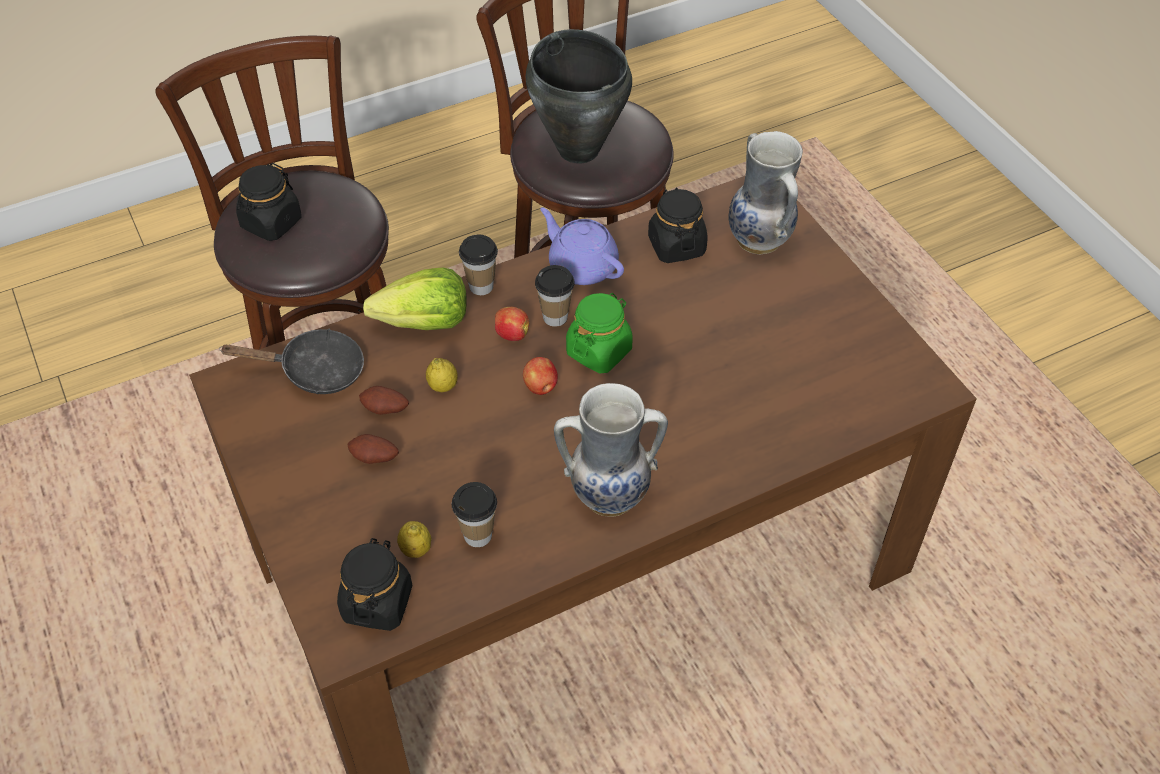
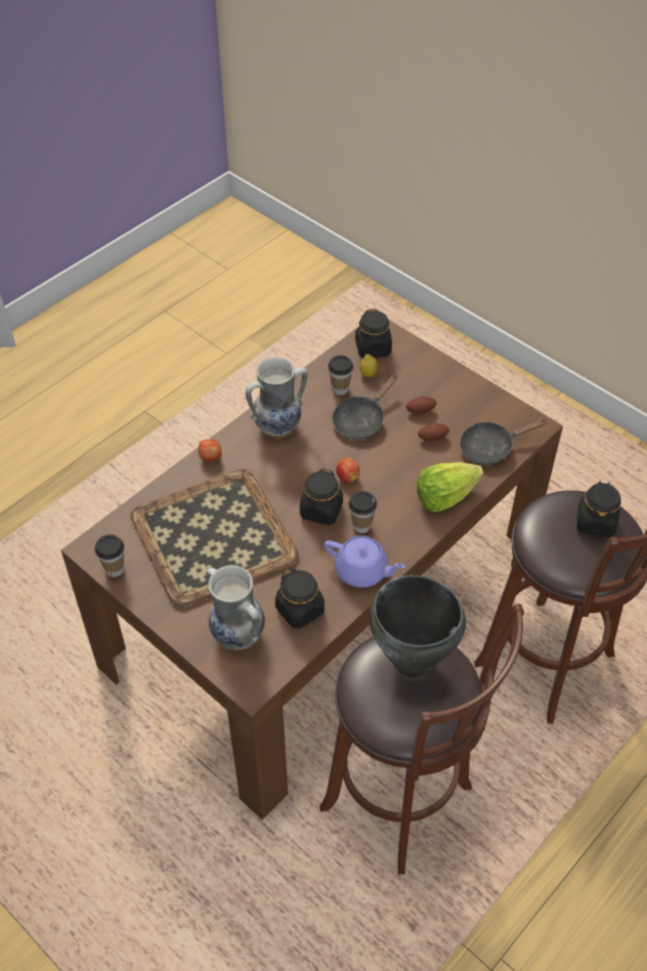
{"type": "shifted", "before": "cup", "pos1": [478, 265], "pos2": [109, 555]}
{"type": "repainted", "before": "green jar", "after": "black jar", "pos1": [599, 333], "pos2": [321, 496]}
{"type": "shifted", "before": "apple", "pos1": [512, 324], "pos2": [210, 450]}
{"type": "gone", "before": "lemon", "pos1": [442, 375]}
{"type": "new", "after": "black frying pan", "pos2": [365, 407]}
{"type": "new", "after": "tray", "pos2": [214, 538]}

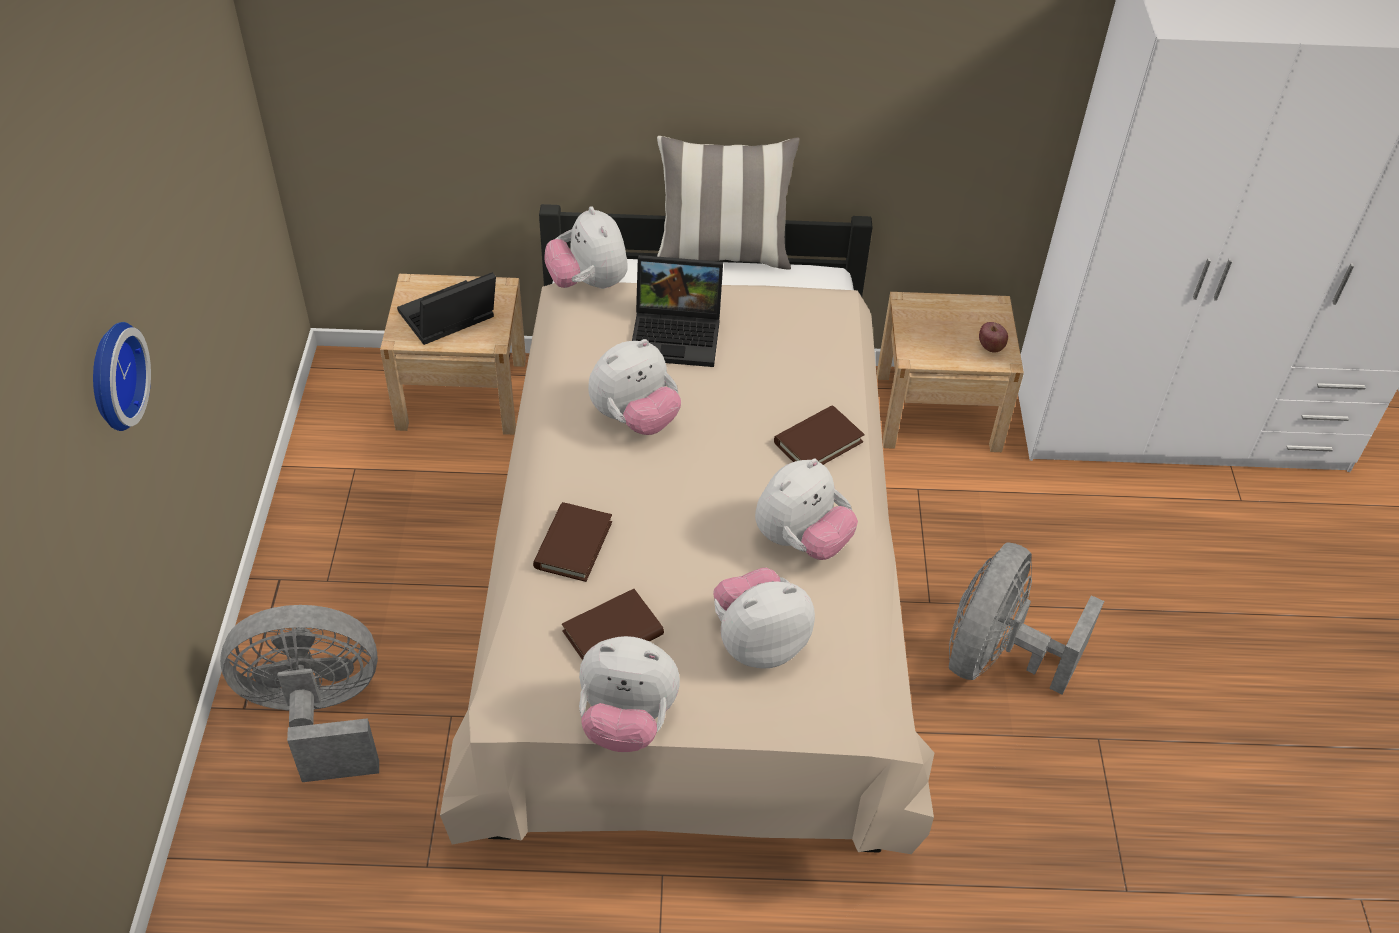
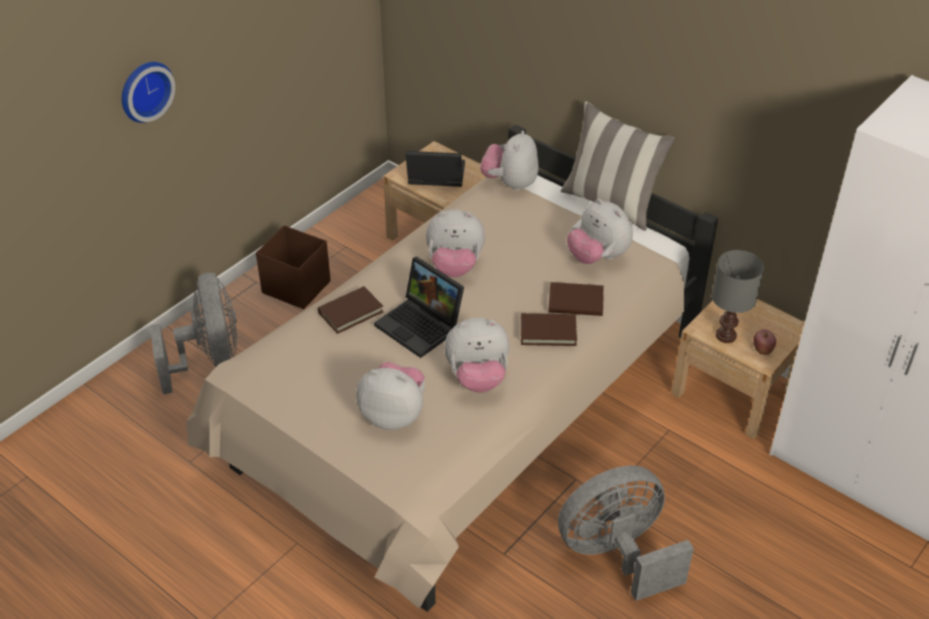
{"type": "shifted", "before": "laptop", "pos1": [677, 311], "pos2": [419, 307]}
{"type": "shifted", "before": "brown book", "pos1": [613, 624], "pos2": [576, 299]}
{"type": "rotated", "before": "grey fan", "pos1": [299, 693], "pos2": [193, 333], "turn": 45}
{"type": "shifted", "before": "plush toy", "pos1": [629, 694], "pos2": [600, 231]}
{"type": "new", "after": "brown storage box", "pos2": [293, 267]}
{"type": "new", "after": "grey table lamp", "pos2": [738, 296]}

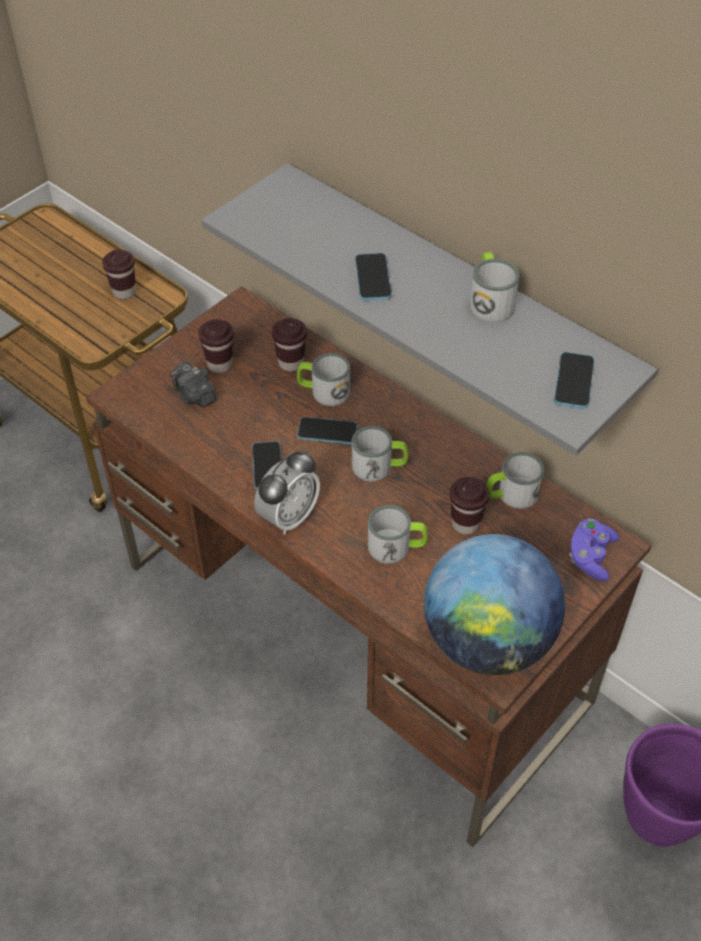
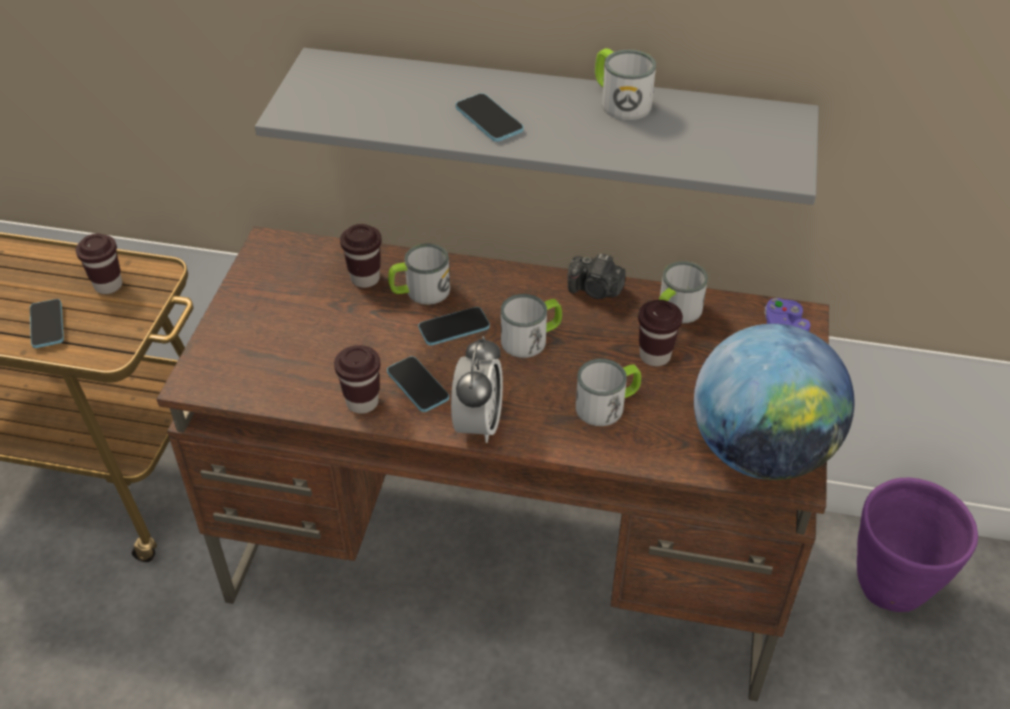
{"type": "shifted", "before": "brown cup", "pos1": [216, 346], "pos2": [357, 379]}
{"type": "shifted", "before": "phone", "pos1": [574, 380], "pos2": [47, 323]}
{"type": "shifted", "before": "photo camera", "pos1": [193, 384], "pos2": [596, 276]}

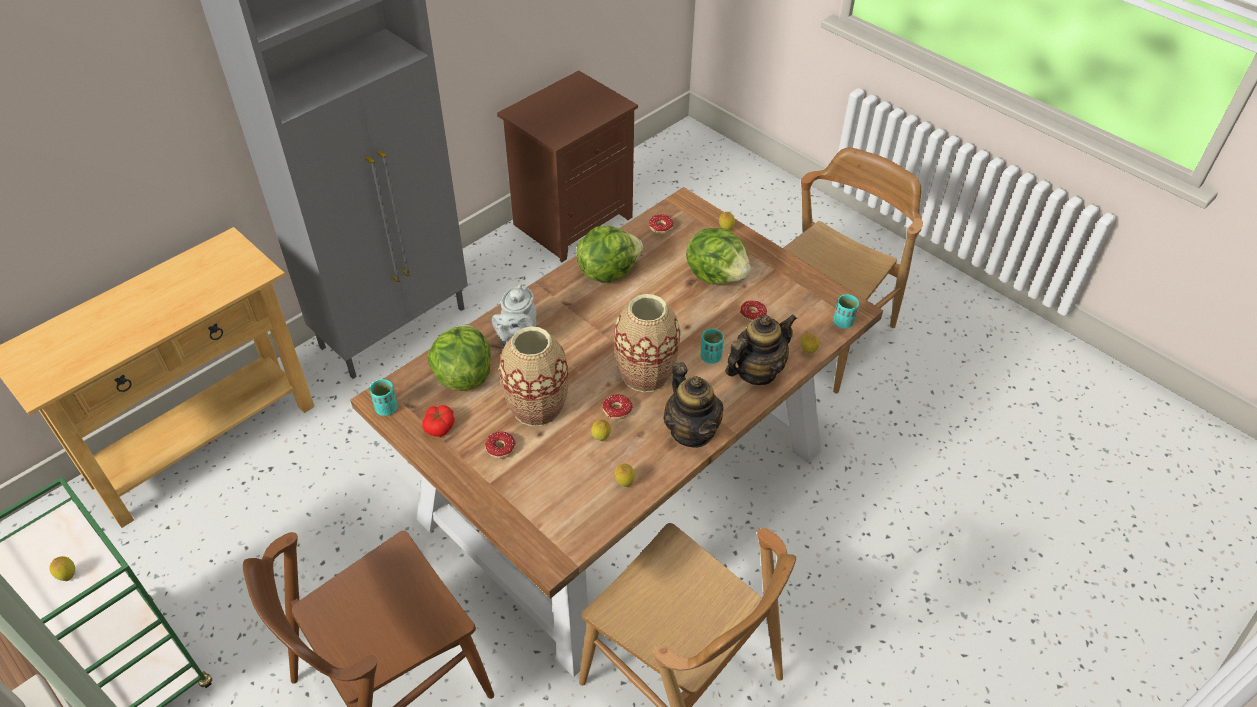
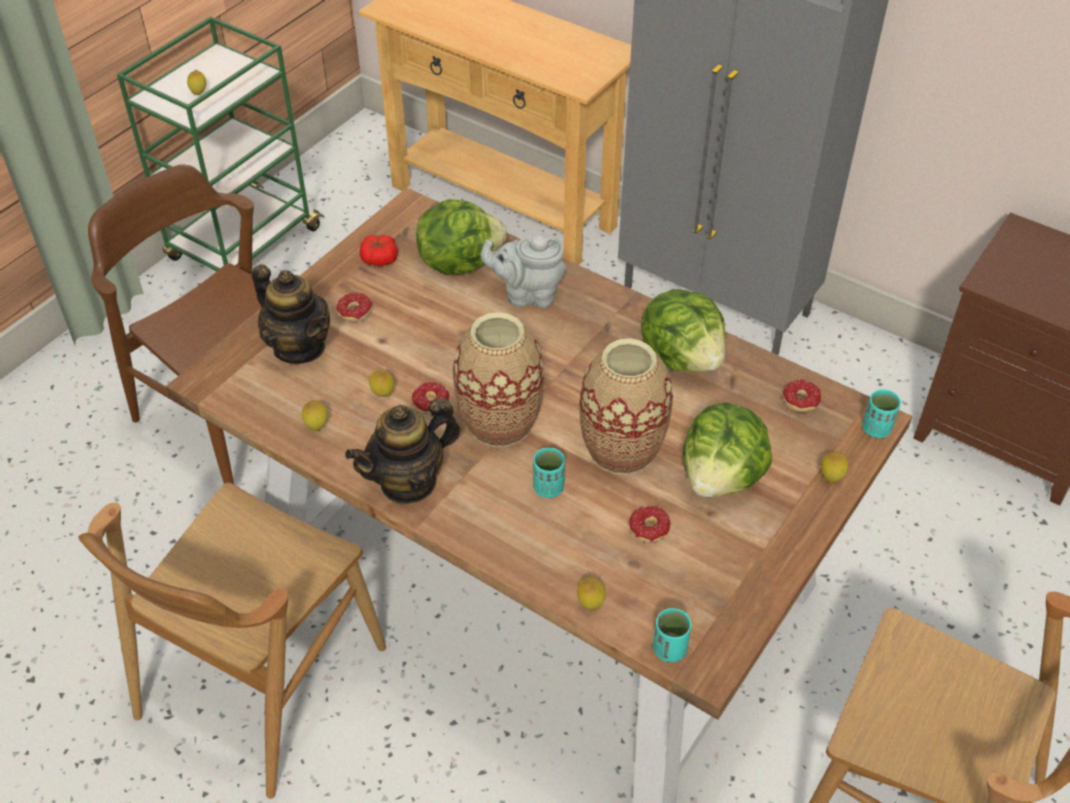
{"type": "shifted", "before": "teapot", "pos1": [761, 349], "pos2": [291, 314]}
{"type": "shifted", "before": "vase", "pos1": [534, 376], "pos2": [626, 406]}
{"type": "shifted", "before": "turquoise cup", "pos1": [383, 397], "pos2": [881, 413]}

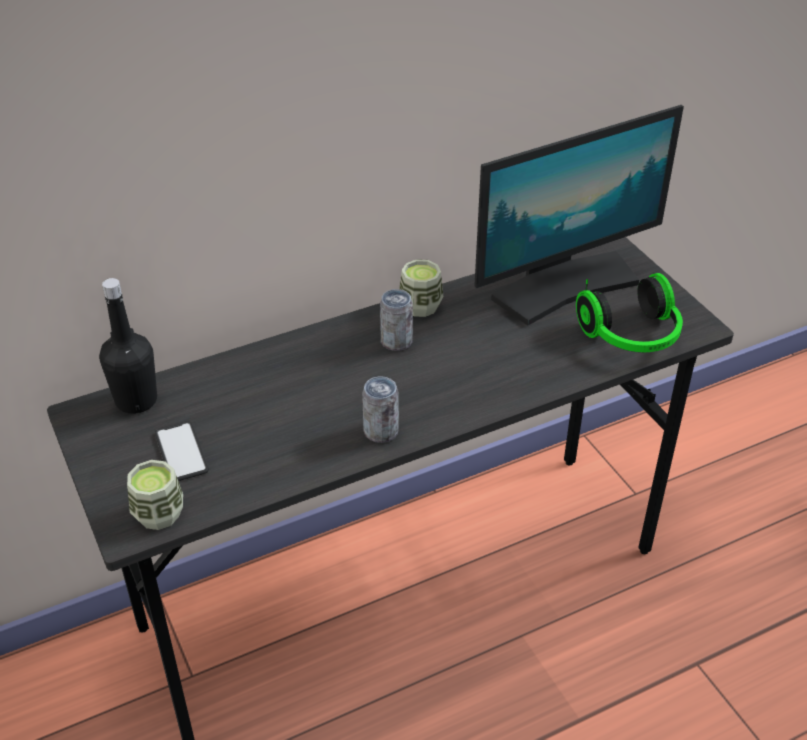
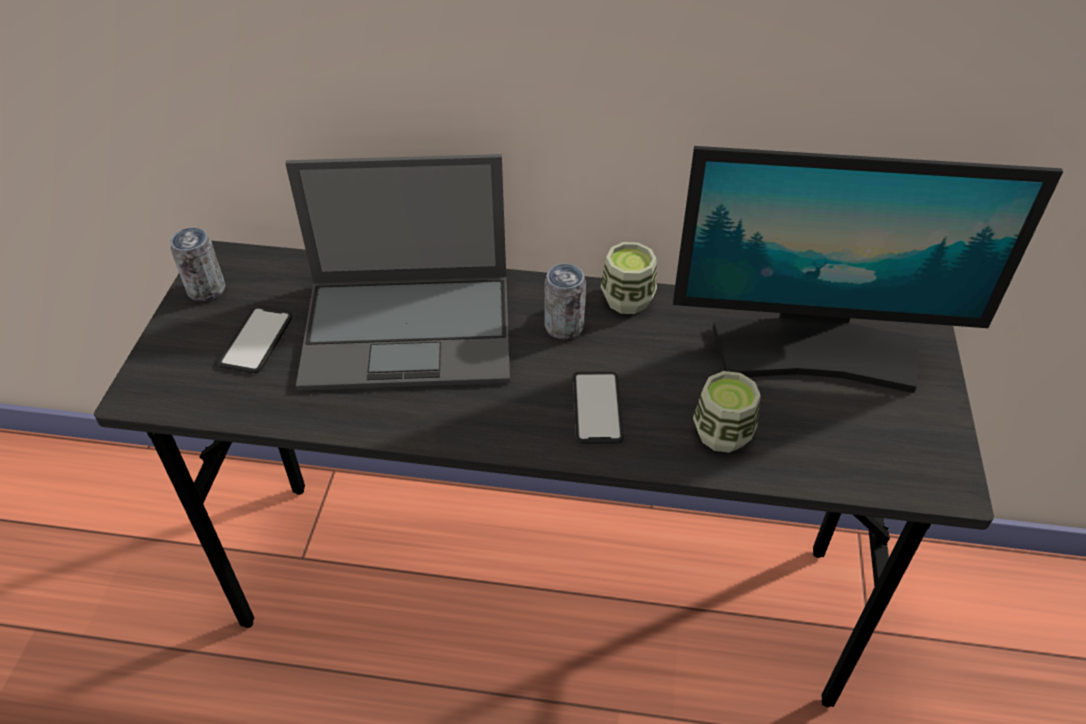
{"type": "gone", "before": "headphones", "pos1": [629, 312]}
{"type": "gone", "before": "black bottle", "pos1": [128, 346]}
{"type": "shifted", "before": "can", "pos1": [380, 409], "pos2": [198, 264]}
{"type": "shifted", "before": "cup", "pos1": [155, 495], "pos2": [727, 412]}
{"type": "new", "after": "laptop", "pos2": [397, 272]}
{"type": "new", "after": "phone", "pos2": [598, 407]}

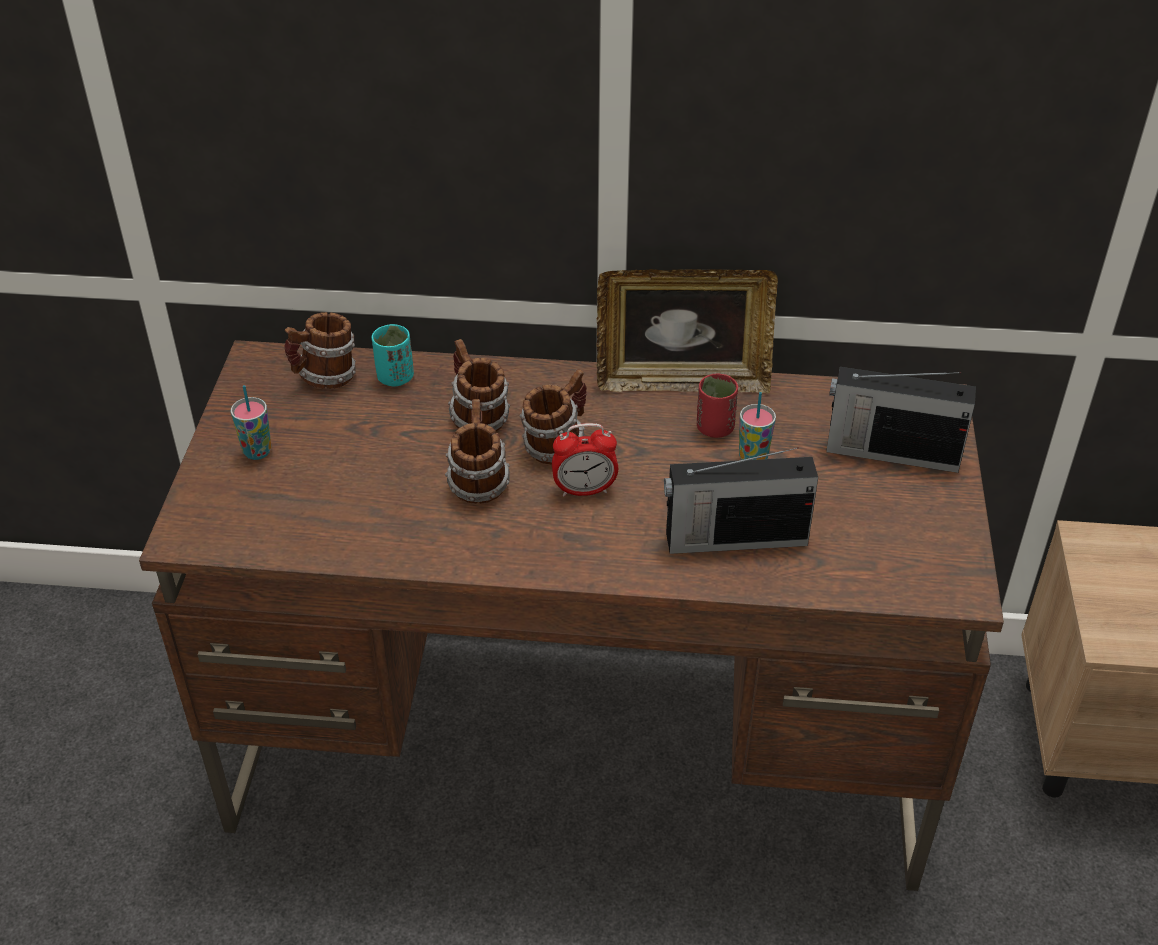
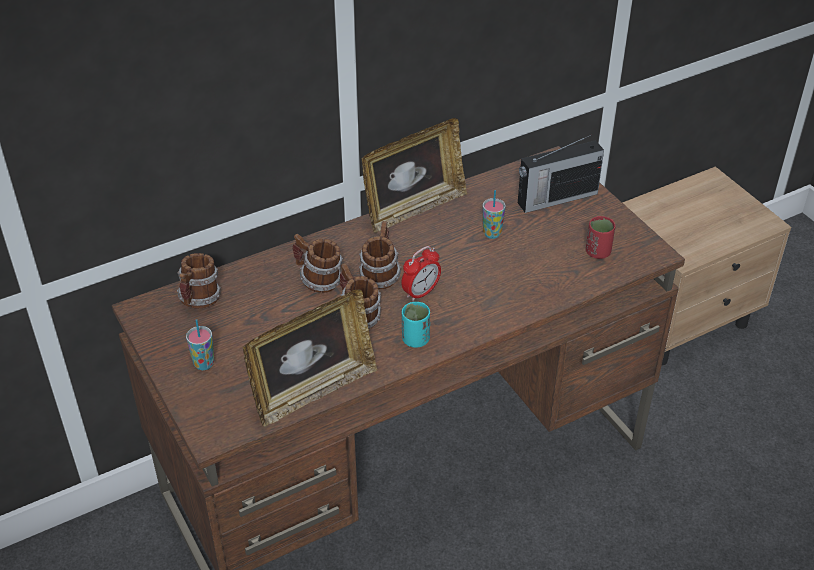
{"type": "shifted", "before": "turquoise cup", "pos1": [393, 355], "pos2": [416, 325]}
{"type": "shifted", "before": "red cup", "pos1": [718, 405], "pos2": [600, 237]}
{"type": "gone", "before": "radio", "pos1": [741, 500]}
{"type": "new", "after": "picture frame", "pos2": [310, 358]}

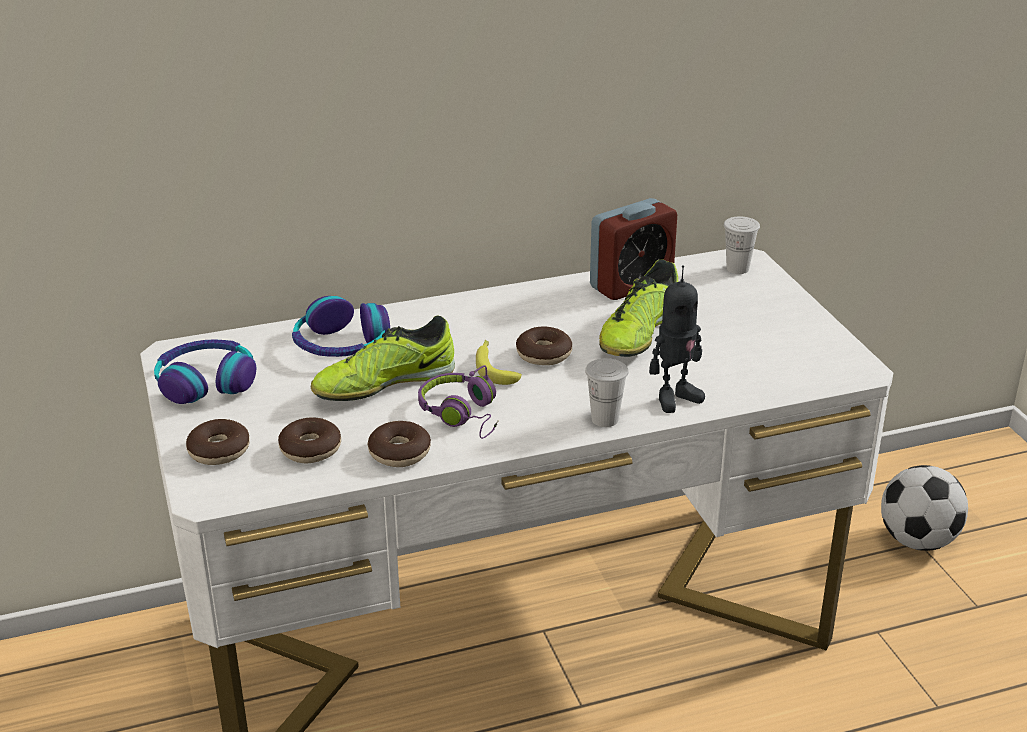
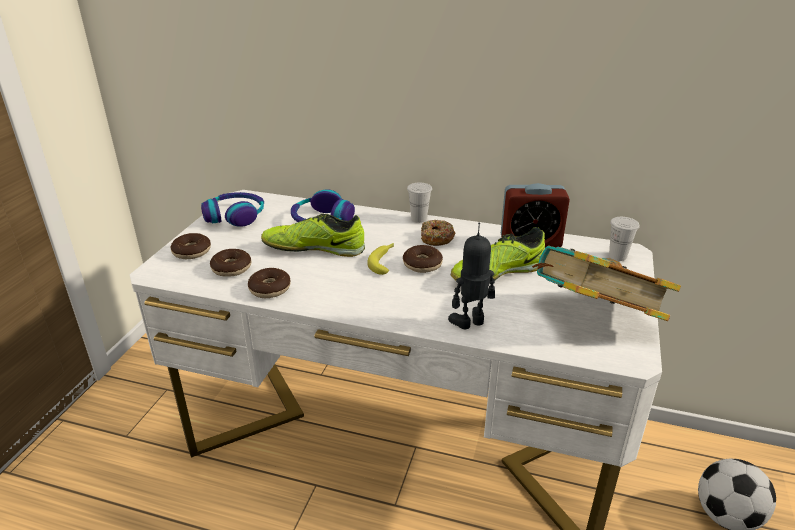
{"type": "rotated", "before": "toy robot", "pos1": [677, 339], "pos2": [471, 275], "turn": 150}
{"type": "shifted", "before": "white cup", "pos1": [606, 392], "pos2": [419, 203]}
{"type": "gone", "before": "purple headphones", "pos1": [458, 402]}
{"type": "new", "after": "donut", "pos2": [438, 233]}
{"type": "new", "after": "book", "pos2": [606, 283]}

